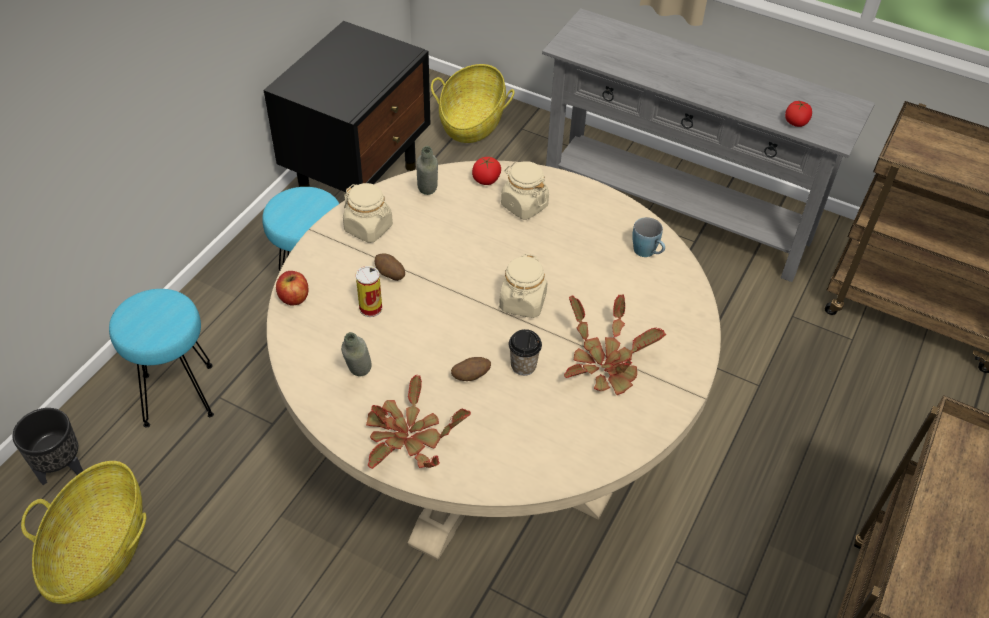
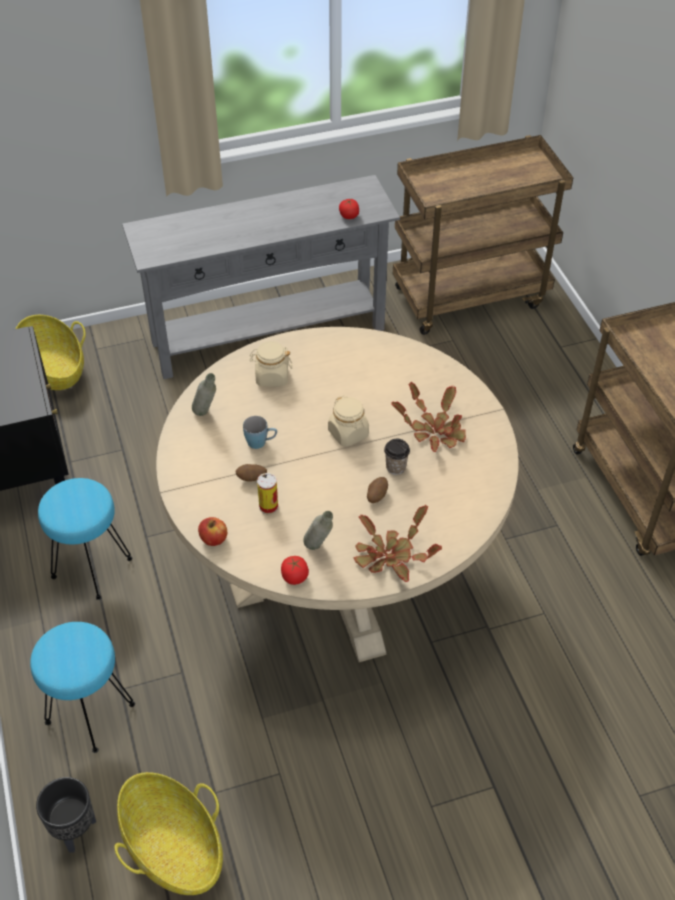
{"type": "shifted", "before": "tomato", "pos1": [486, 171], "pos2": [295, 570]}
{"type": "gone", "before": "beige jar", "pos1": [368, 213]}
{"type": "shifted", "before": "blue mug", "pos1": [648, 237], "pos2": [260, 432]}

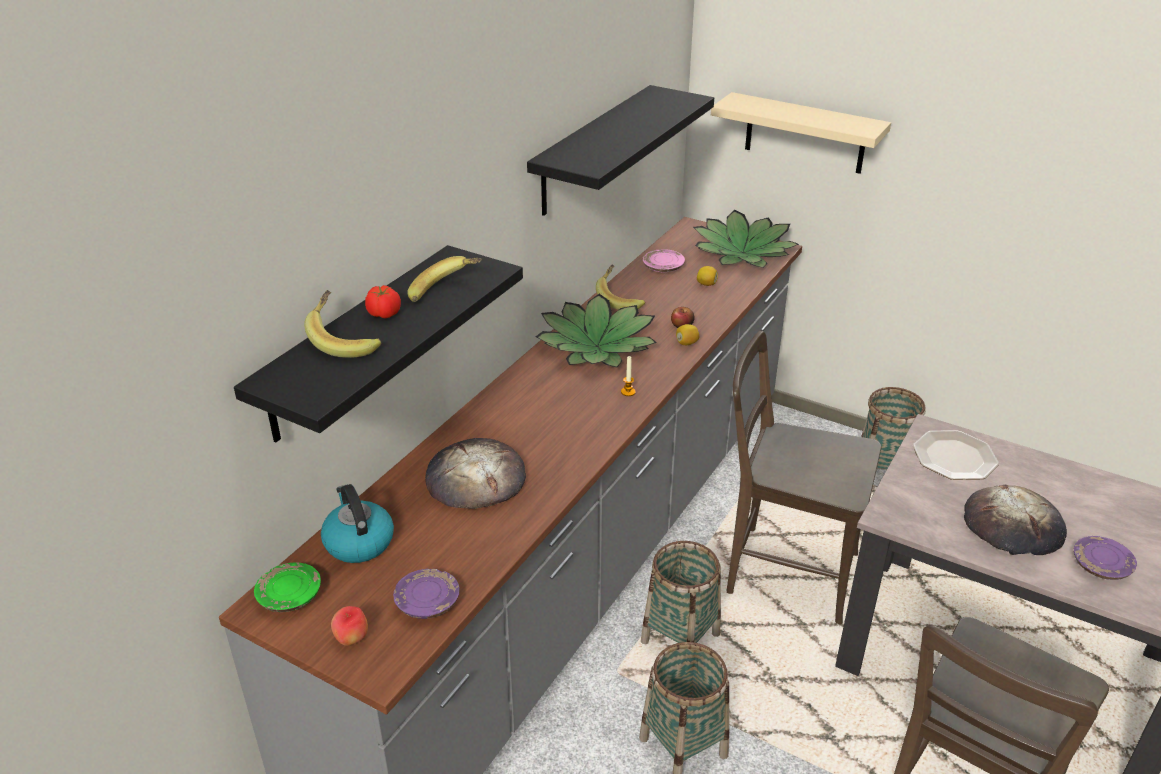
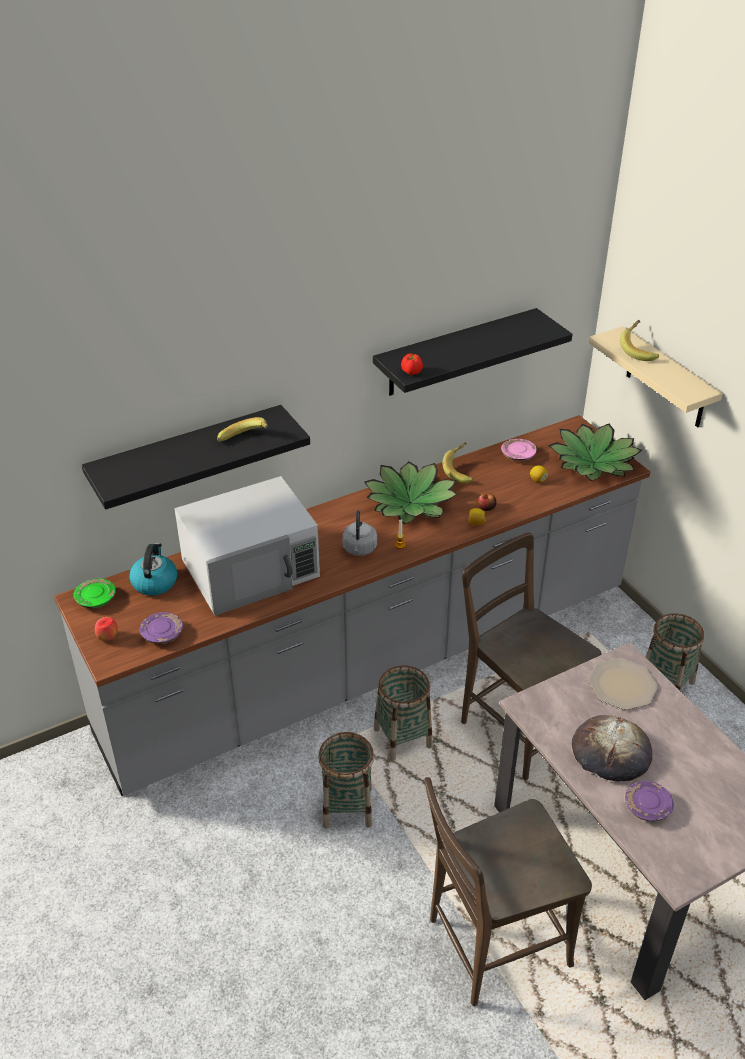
{"type": "shifted", "before": "tomato", "pos1": [383, 301], "pos2": [412, 364]}
{"type": "shifted", "before": "banana", "pos1": [342, 324], "pos2": [639, 340]}
{"type": "swapped", "before": "bread", "after": "white microwave", "pos1": [475, 473], "pos2": [247, 546]}
{"type": "new", "after": "grey kettle", "pos2": [359, 533]}

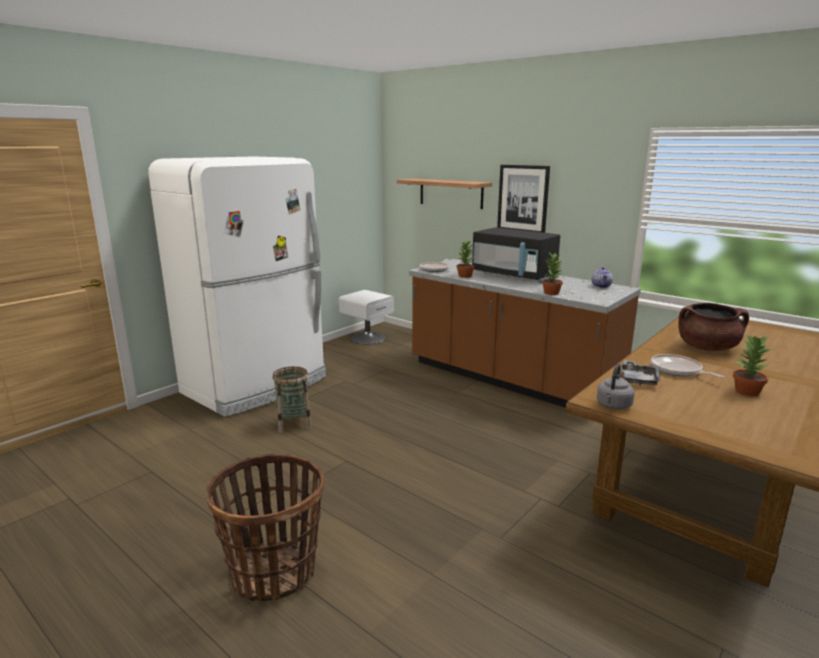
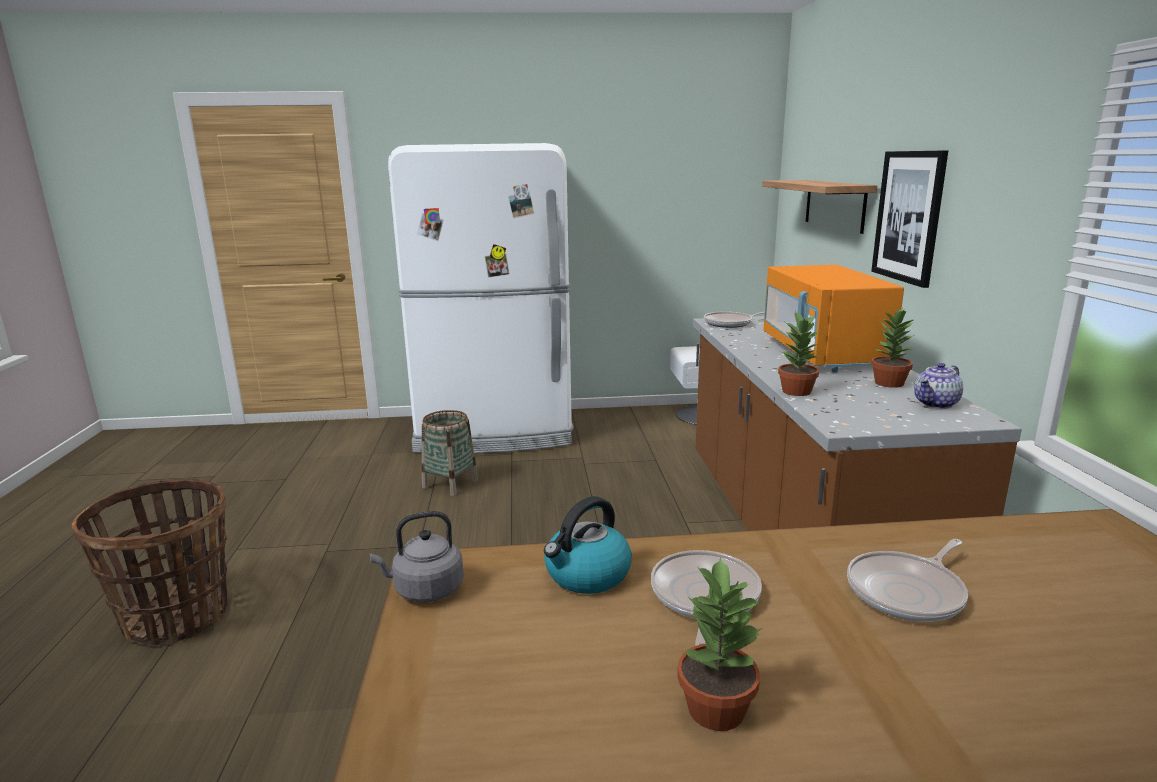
{"type": "repainted", "before": "black microwave", "after": "orange microwave", "pos1": [516, 254], "pos2": [833, 318]}
{"type": "shifted", "before": "potted plant", "pos1": [465, 259], "pos2": [892, 348]}
{"type": "swapped", "before": "brown cooking pot", "after": "frying pan", "pos1": [713, 327], "pos2": [907, 580]}
{"type": "swapped", "before": "grey tray", "after": "kettle", "pos1": [641, 373], "pos2": [588, 545]}

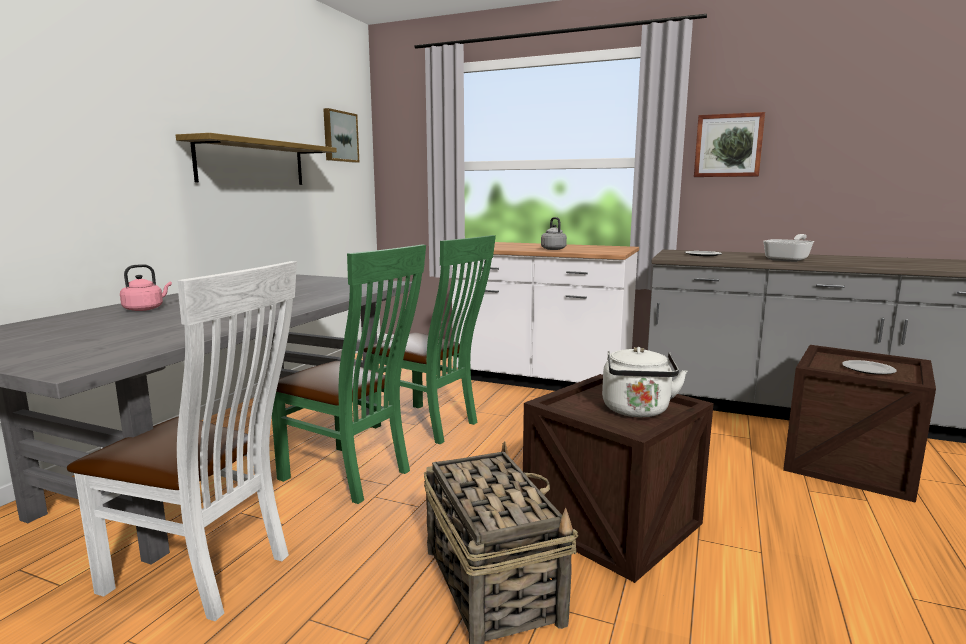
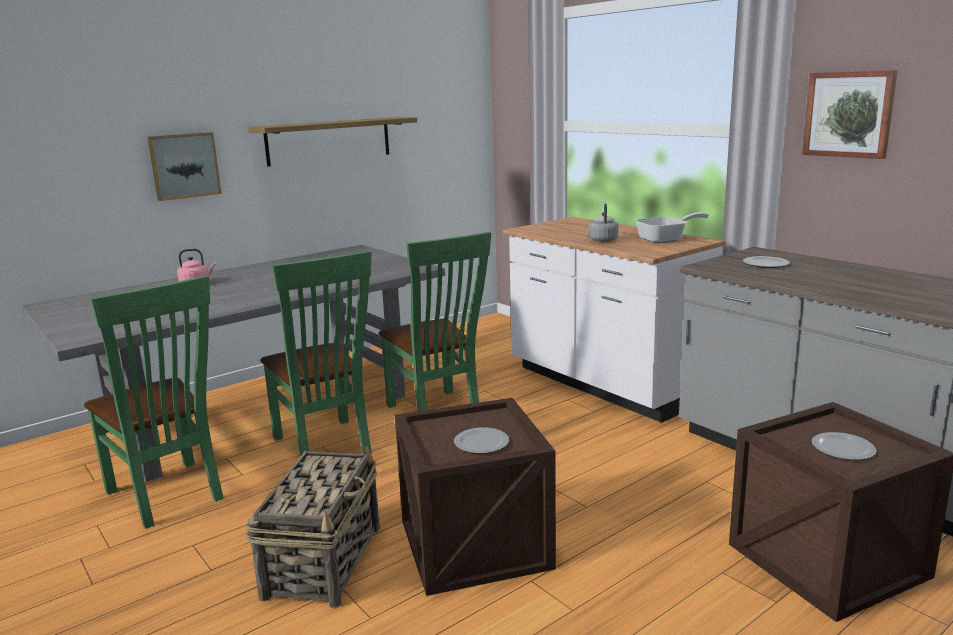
{"type": "shifted", "before": "picture", "pos1": [341, 135], "pos2": [184, 166]}
{"type": "shifted", "before": "frying pan", "pos1": [788, 248], "pos2": [672, 227]}
{"type": "repainted", "before": "white chair", "after": "green chair", "pos1": [182, 441], "pos2": [154, 402]}
{"type": "swapped", "before": "white kettle", "after": "plate", "pos1": [644, 382], "pos2": [481, 440]}

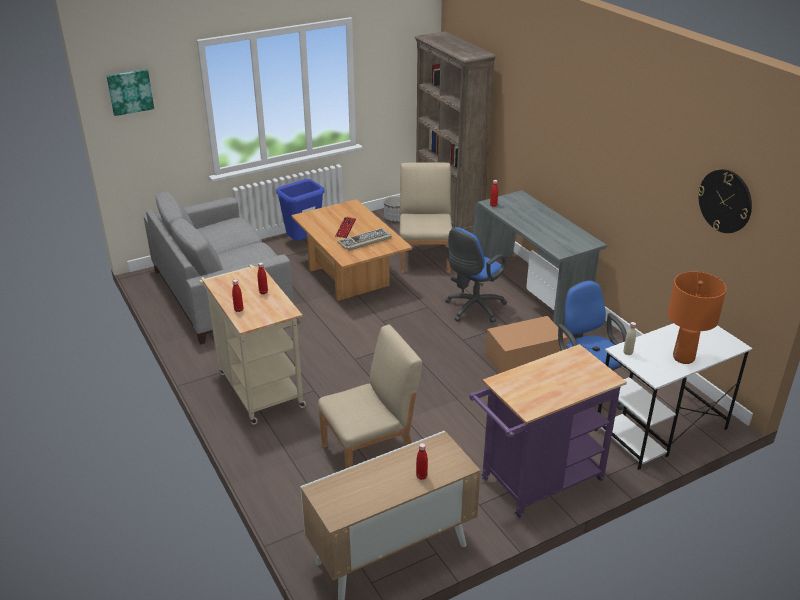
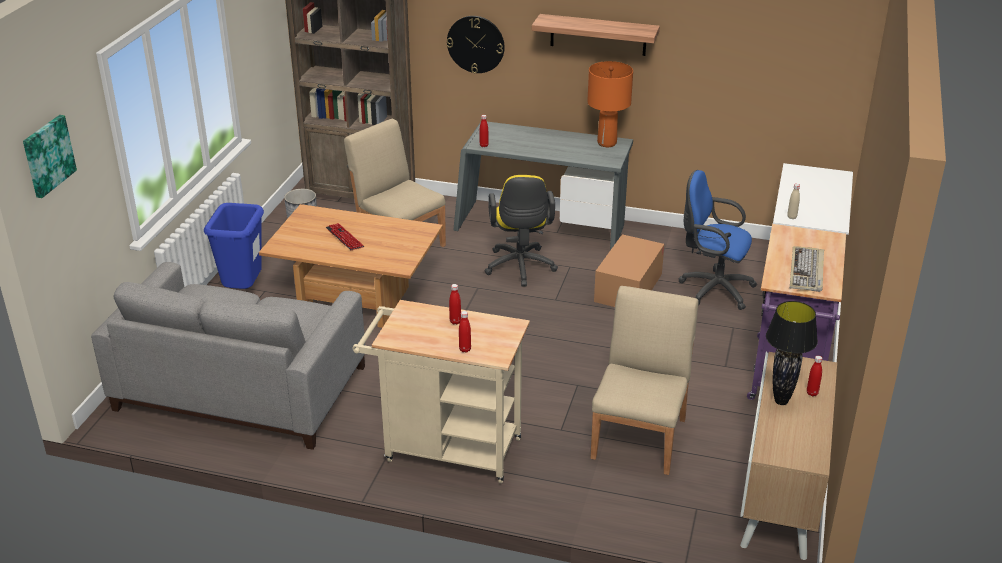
{"type": "shifted", "before": "wall clock", "pos1": [725, 201], "pos2": [476, 44]}
{"type": "repainted", "before": "blue office chair", "after": "yellow office chair", "pos1": [476, 275], "pos2": [521, 231]}
{"type": "shifted", "before": "keyboard", "pos1": [364, 239], "pos2": [807, 269]}
{"type": "shifted", "before": "orange table lamp", "pos1": [697, 318], "pos2": [610, 104]}
{"type": "new", "after": "shelf", "pos2": [596, 35]}
{"type": "new", "after": "black table lamp", "pos2": [792, 353]}

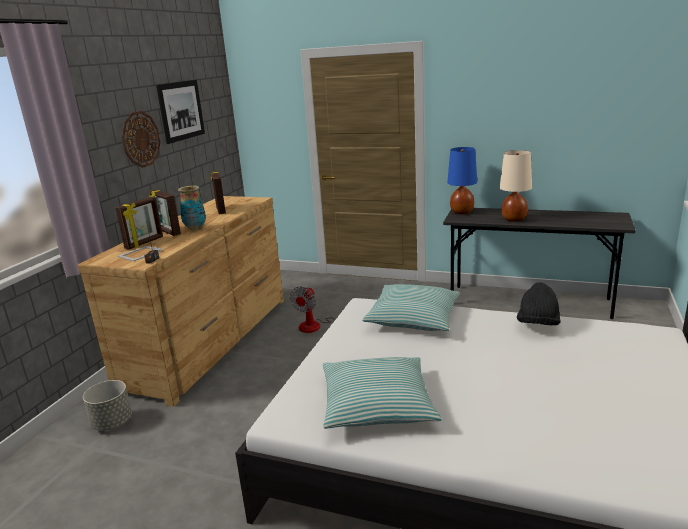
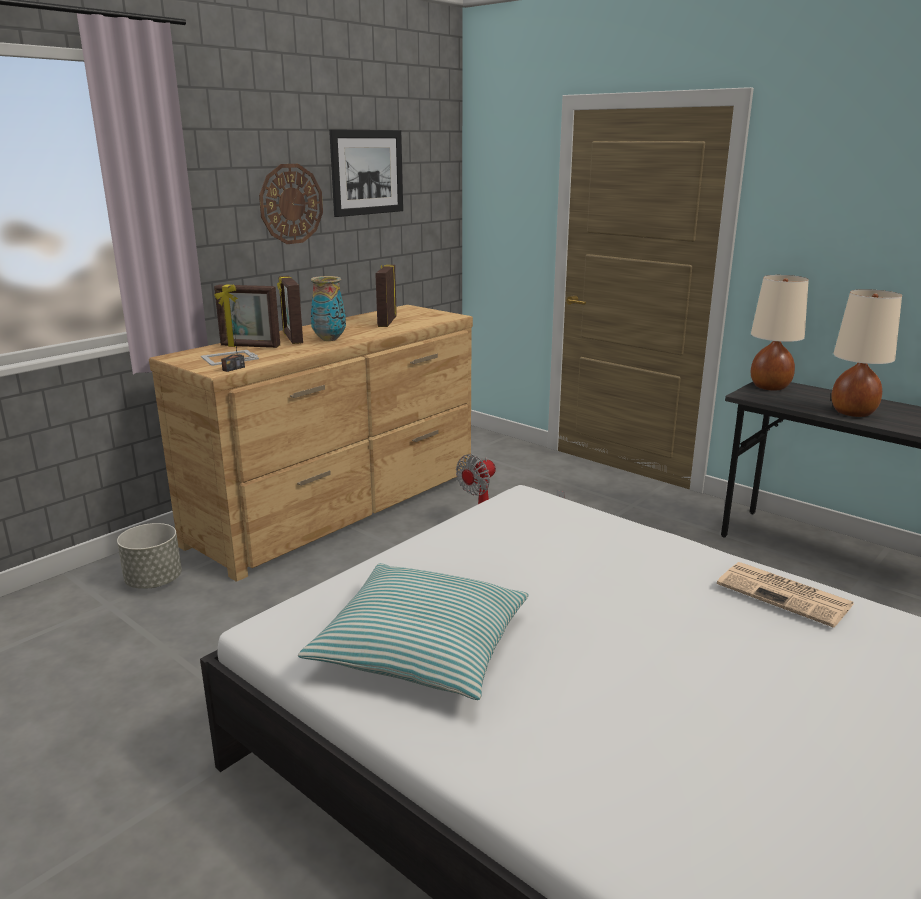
{"type": "repainted", "before": "blue table lamp", "after": "beige table lamp", "pos1": [462, 180], "pos2": [780, 333]}
{"type": "rotated", "before": "picture frame", "pos1": [139, 223], "pos2": [247, 316], "turn": 45}
{"type": "swapped", "before": "black hat", "after": "newspaper", "pos1": [539, 303], "pos2": [785, 595]}
{"type": "gone", "before": "pillow", "pos1": [411, 307]}

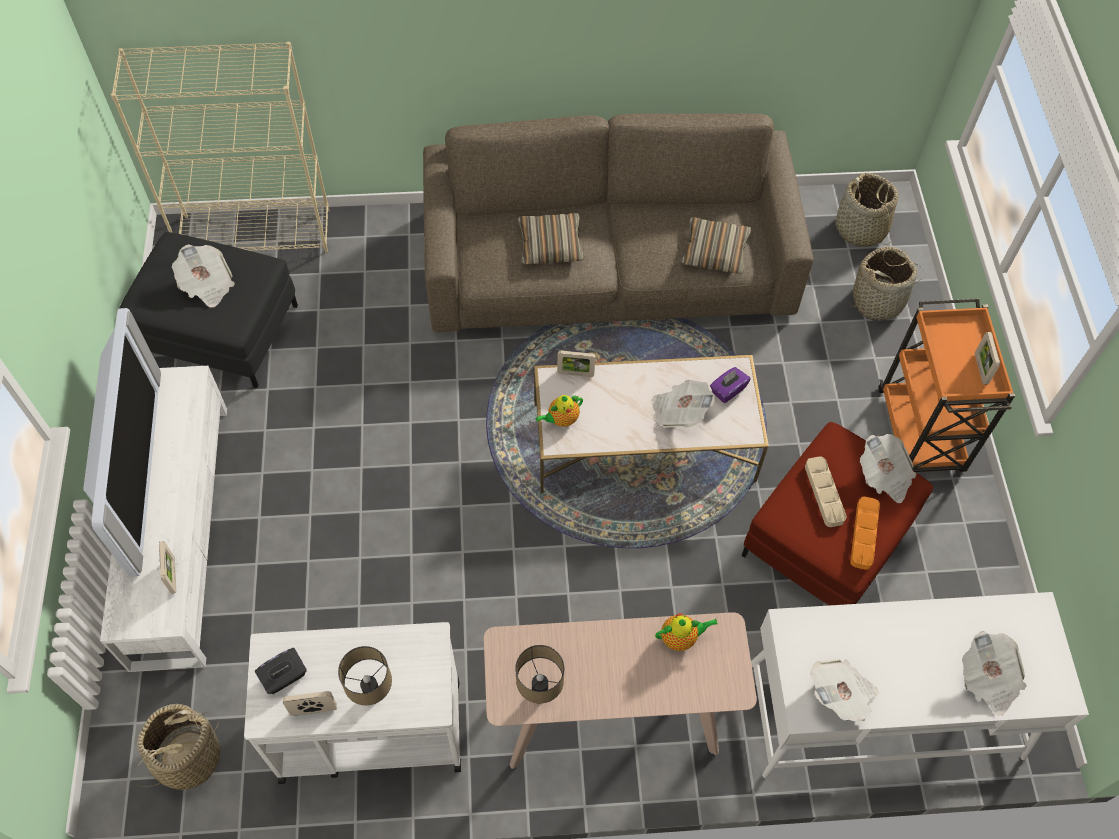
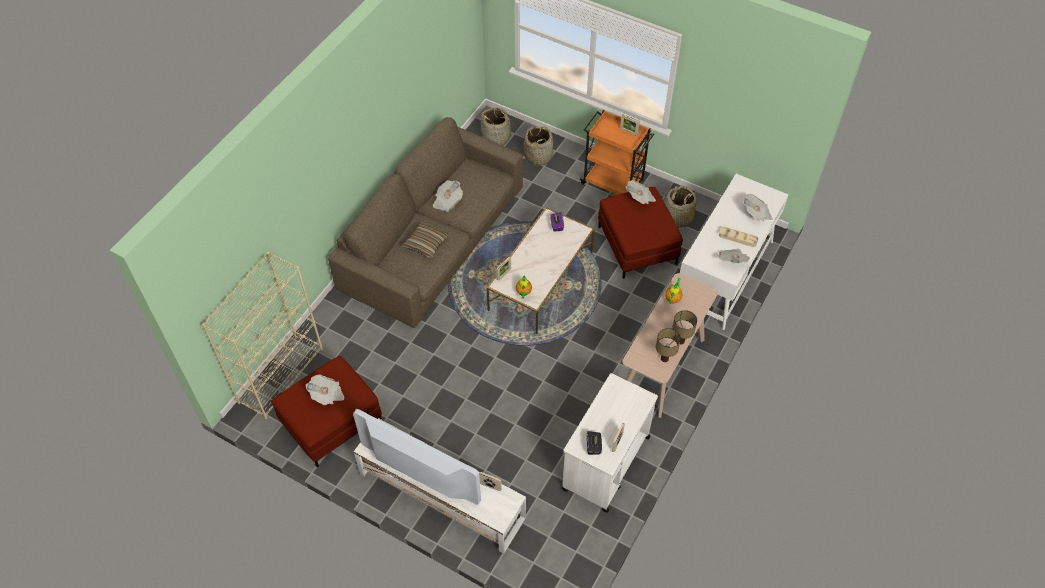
{"type": "gone", "before": "pillow", "pos1": [716, 245]}
{"type": "repainted", "before": "black ottoman", "after": "red ottoman", "pos1": [209, 310], "pos2": [327, 412]}
{"type": "shifted", "before": "newspaper", "pos1": [683, 404], "pos2": [448, 196]}
{"type": "shifted", "before": "beige tray", "pos1": [825, 491], "pos2": [739, 237]}
{"type": "gone", "before": "orange tray", "pos1": [865, 533]}
{"type": "shifted", "before": "table lamp", "pos1": [365, 675], "pos2": [684, 327]}
{"type": "shifted", "before": "basket", "pos1": [178, 747], "pos2": [680, 207]}

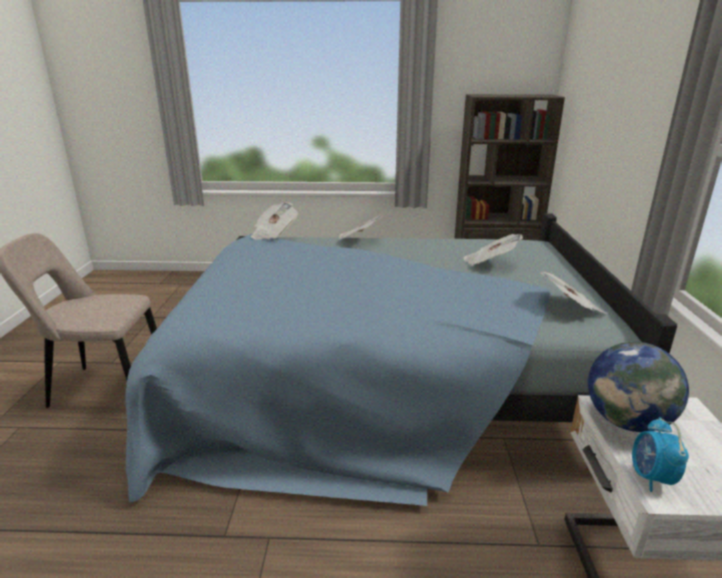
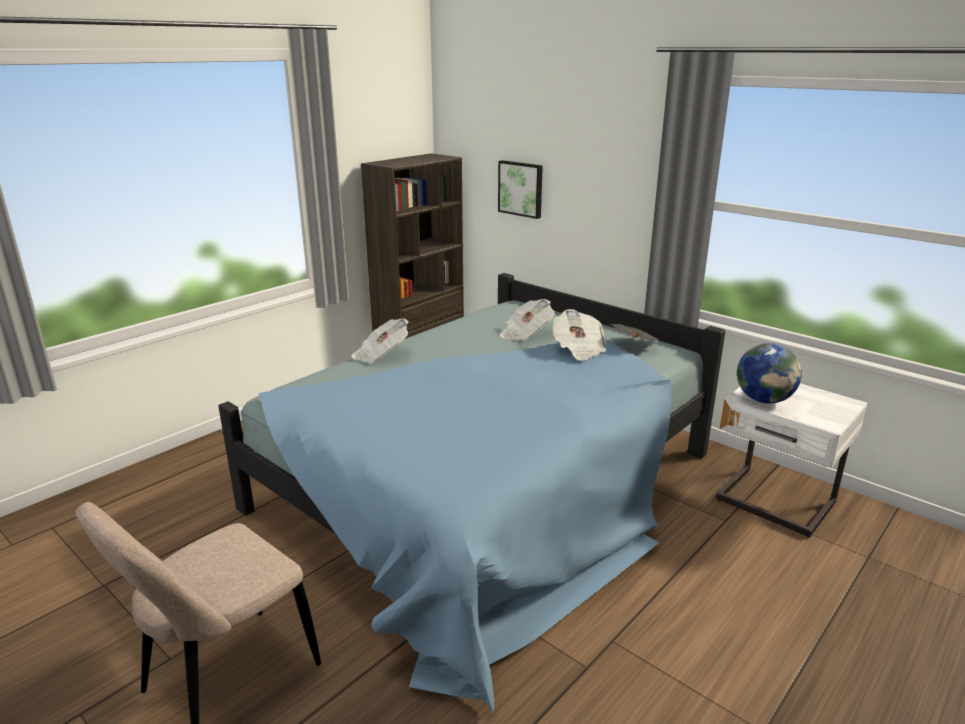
{"type": "shifted", "before": "newspaper", "pos1": [274, 220], "pos2": [579, 335]}
{"type": "gone", "before": "alarm clock", "pos1": [660, 454]}
{"type": "new", "after": "picture", "pos2": [520, 189]}

